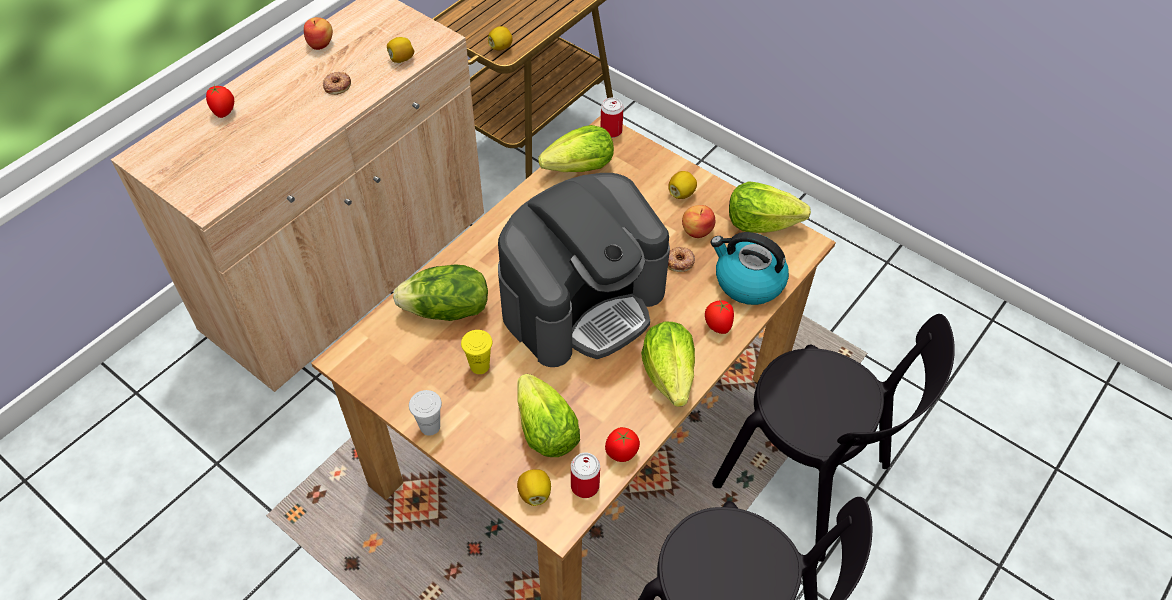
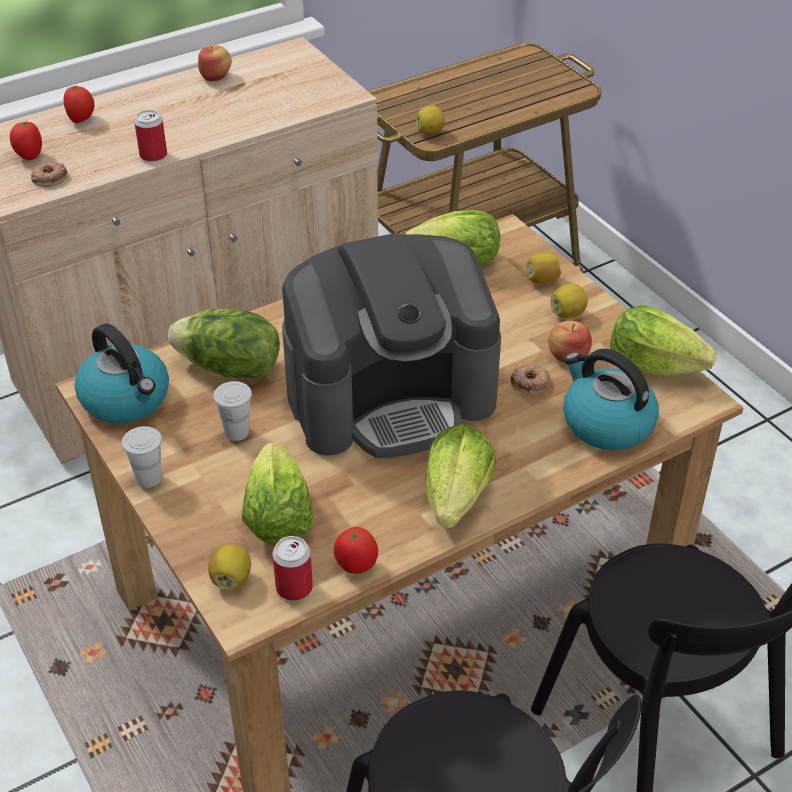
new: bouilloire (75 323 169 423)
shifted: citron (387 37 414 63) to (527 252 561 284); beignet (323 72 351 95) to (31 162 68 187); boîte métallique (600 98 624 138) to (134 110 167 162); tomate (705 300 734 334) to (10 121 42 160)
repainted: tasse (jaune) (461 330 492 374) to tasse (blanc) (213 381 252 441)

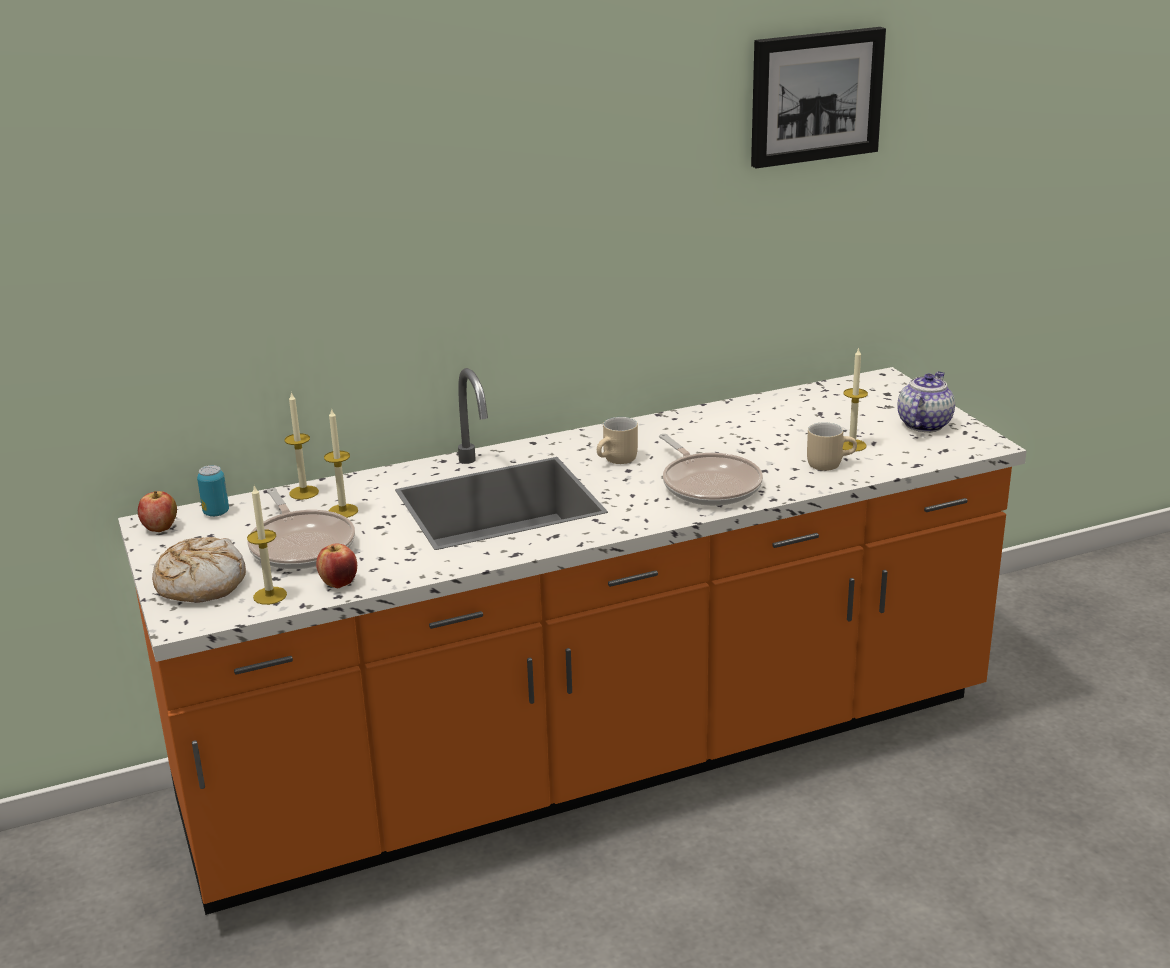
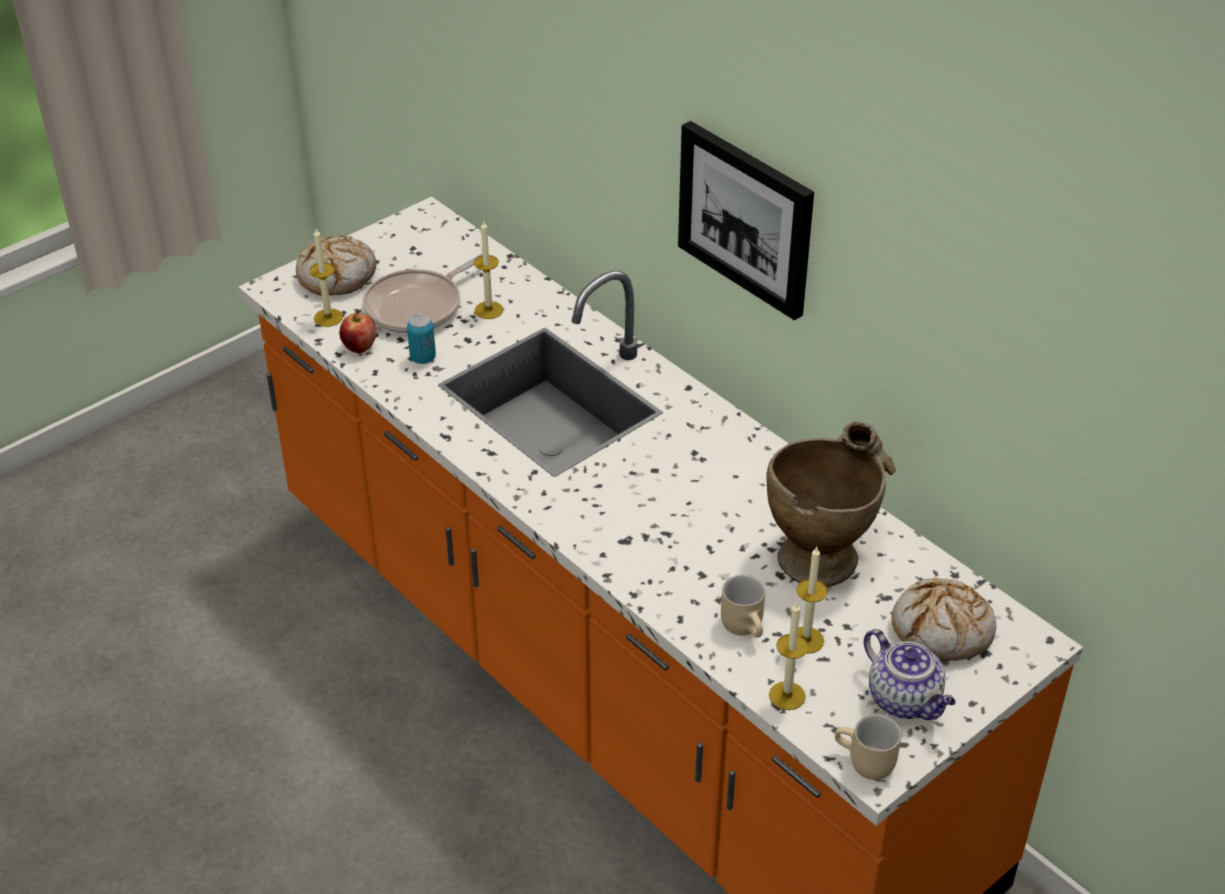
gone: poêle (659 434 763 506); pomme (138 491 177 532)
new: vase (beige) (767 422 896 587); pain (892 578 996 661)
shifted: tableau (751 27 886 169) to (678 121 814 321); bougie (285 392 319 500) to (769 603 809 710); mug (beige) (597 417 638 464) to (835 714 902 780); boîte métallique (197 465 229 517) to (407 314 436 364)
rotated: théière (897 371 955 432) = (864 629 956 720) 45 degrees clockwise

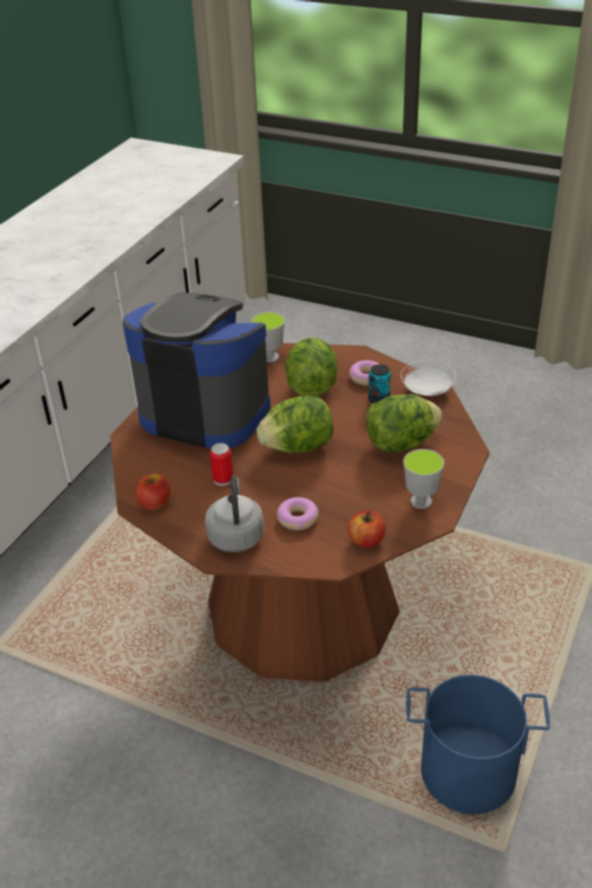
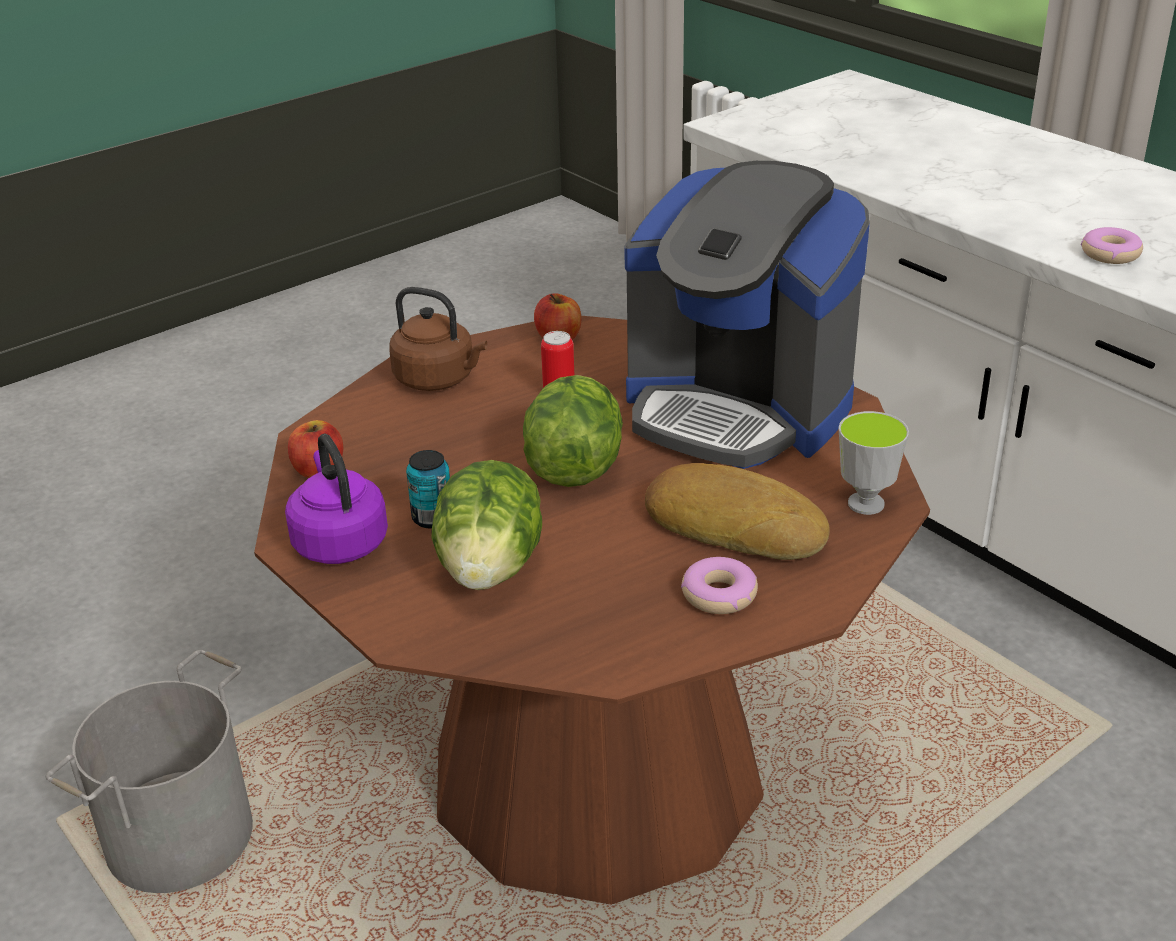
gone: assiette (blanc) (401 361 456 396)
shifted: boîte métallique (369 364 391 403) to (406 450 450 528); beignet (277 497 319 530) to (1081 227 1143 264)
swapped: laitue (285 337 338 396) to pain (645 463 829 560); tasse (403 449 444 509) to bouilloire (violet) (285 434 388 564)
repainted: bouilloire (gris) (205 476 264 552) to bouilloire (marron) (389 287 487 391); seau (bleu) (406 675 550 814) to seau (gris) (45 650 253 893)
rotated: machine à café (122 293 271 448) = (624 161 870 469) 75 degrees clockwise

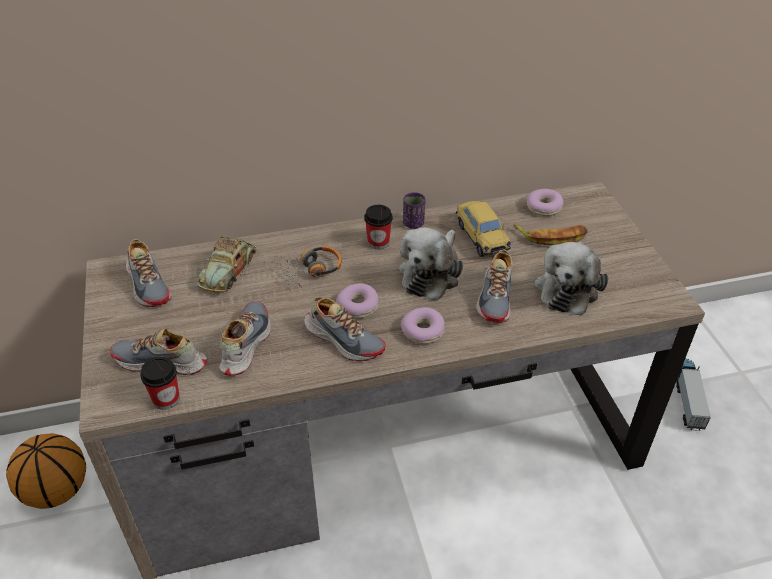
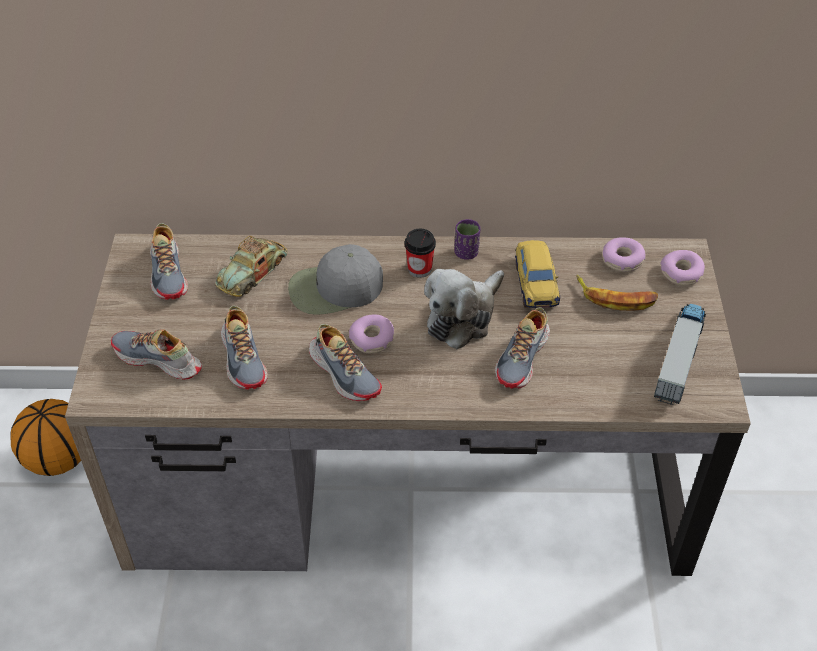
gone: peluche (534 241 608 316); tasse (140 356 180 410)
shifted: beignet (401 307 445 344) to (661 250 705 285); camion jouet (676 358 711 431) to (654 304 706 405)
swapped: casque audio (271 246 342 288) to casquette (gris) (288 244 383 315)
rotated: chaussure (219 301 271 376) = (221 306 268 390) 135 degrees clockwise

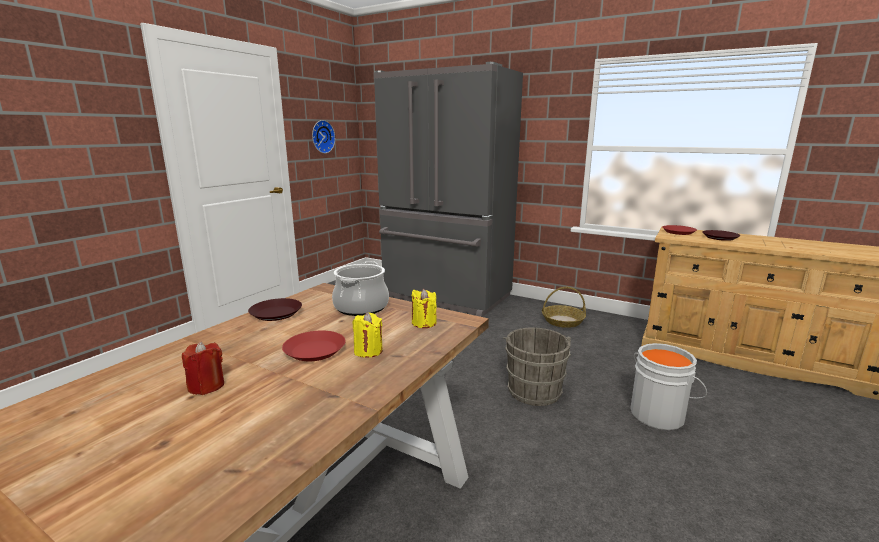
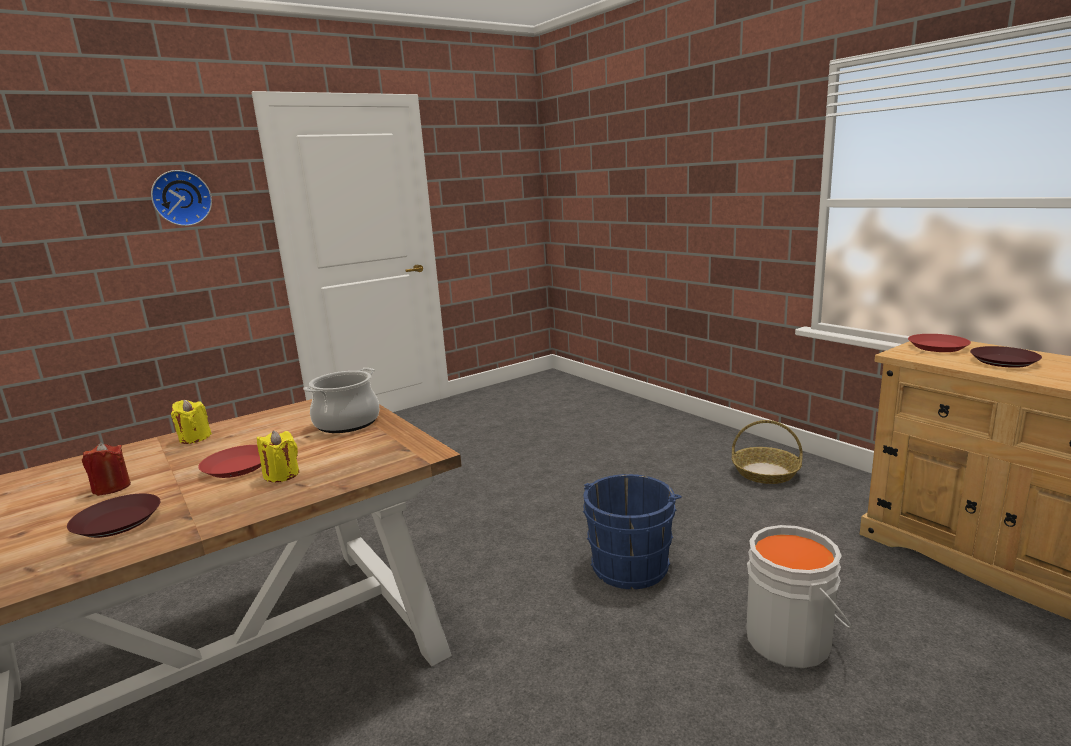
gone: réfrigérateur (gris) (374 62 523 317)
shifted: horloge murale (312 120 335 153) to (151 170 212 226); bougie (jaune) (412 289 437 328) to (171 400 212 444); assiette (marron) (248 298 302 321) to (67 493 160 538)
repainted: seau (gris) (503 327 571 406) to seau (bleu) (583 474 682 589)

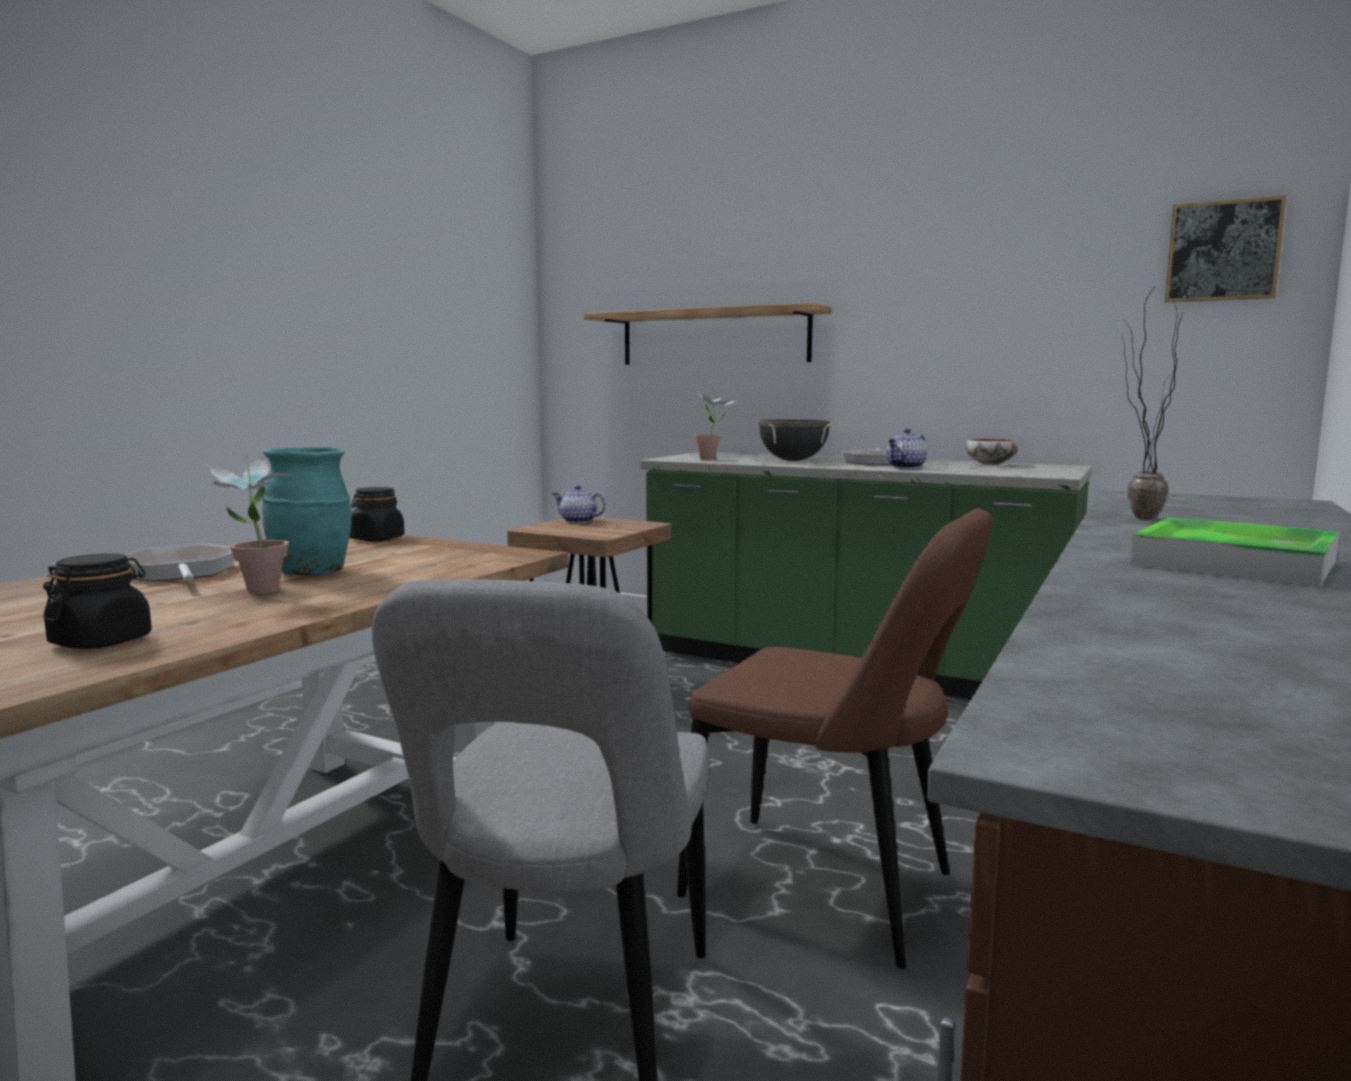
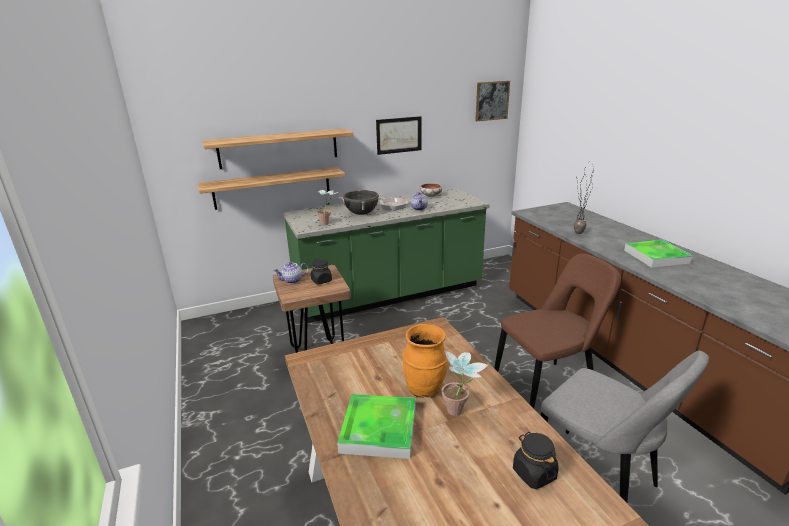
new: tableau (376 116 422 155); étagère (198 167 345 210)
shifted: bocal (noir) (350 487 404 542) to (311 259 332 284)
swapped: poêle (125 544 236 581) to plateau (337 394 416 459)
repainted: vase (turquoise) (262 447 352 575) to vase (orange) (402 324 447 397)

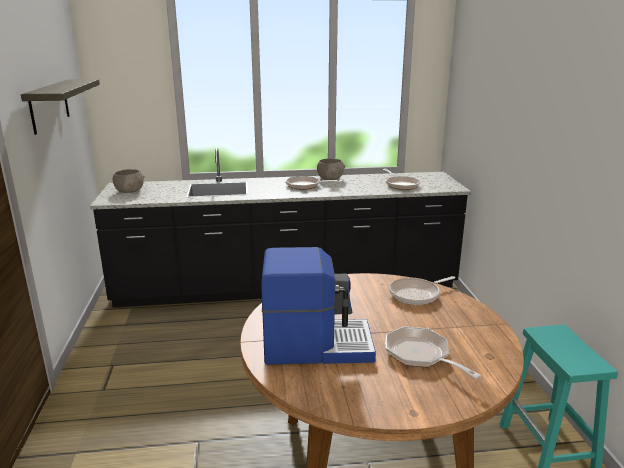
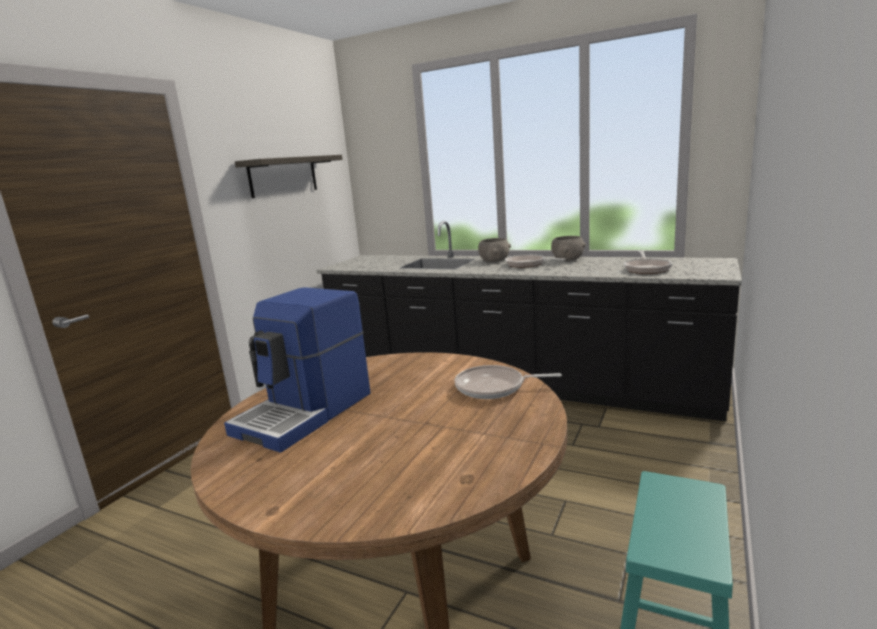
gone: poêle (386 327 481 379)
shifted: bol (gris) (113 169 145 193) to (478 238 511 262)
rotated: machine à café (261 247 376 365) = (224 287 371 453) 90 degrees clockwise

